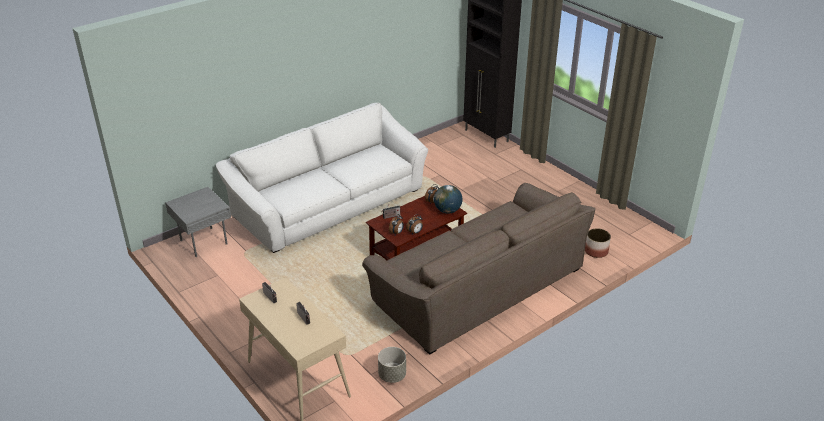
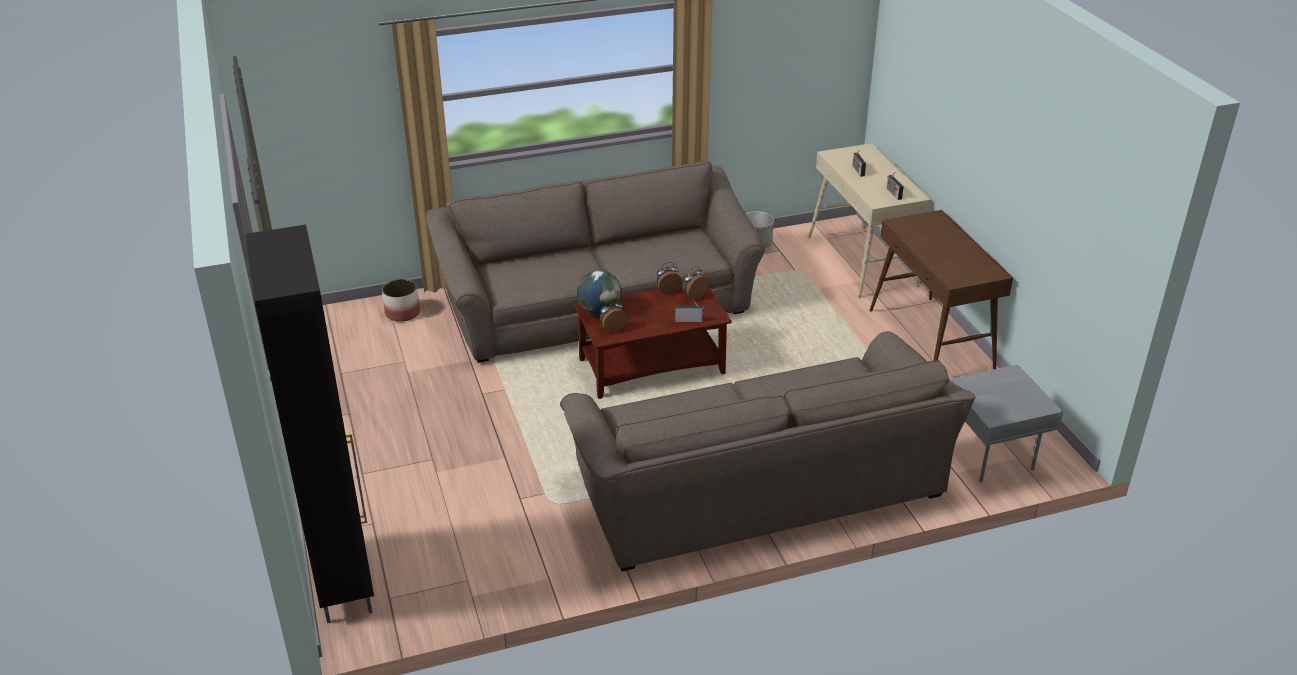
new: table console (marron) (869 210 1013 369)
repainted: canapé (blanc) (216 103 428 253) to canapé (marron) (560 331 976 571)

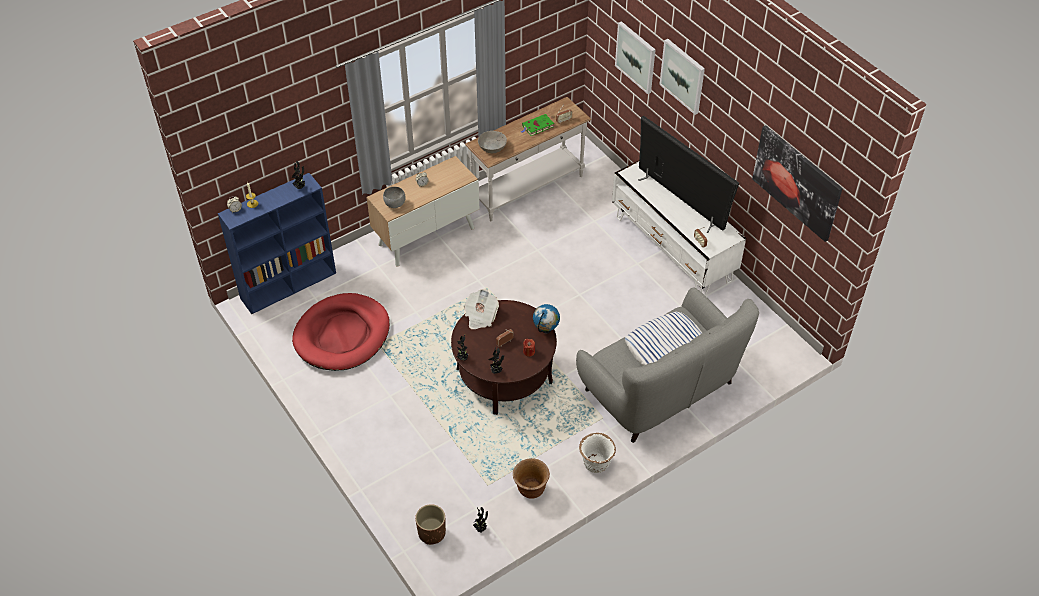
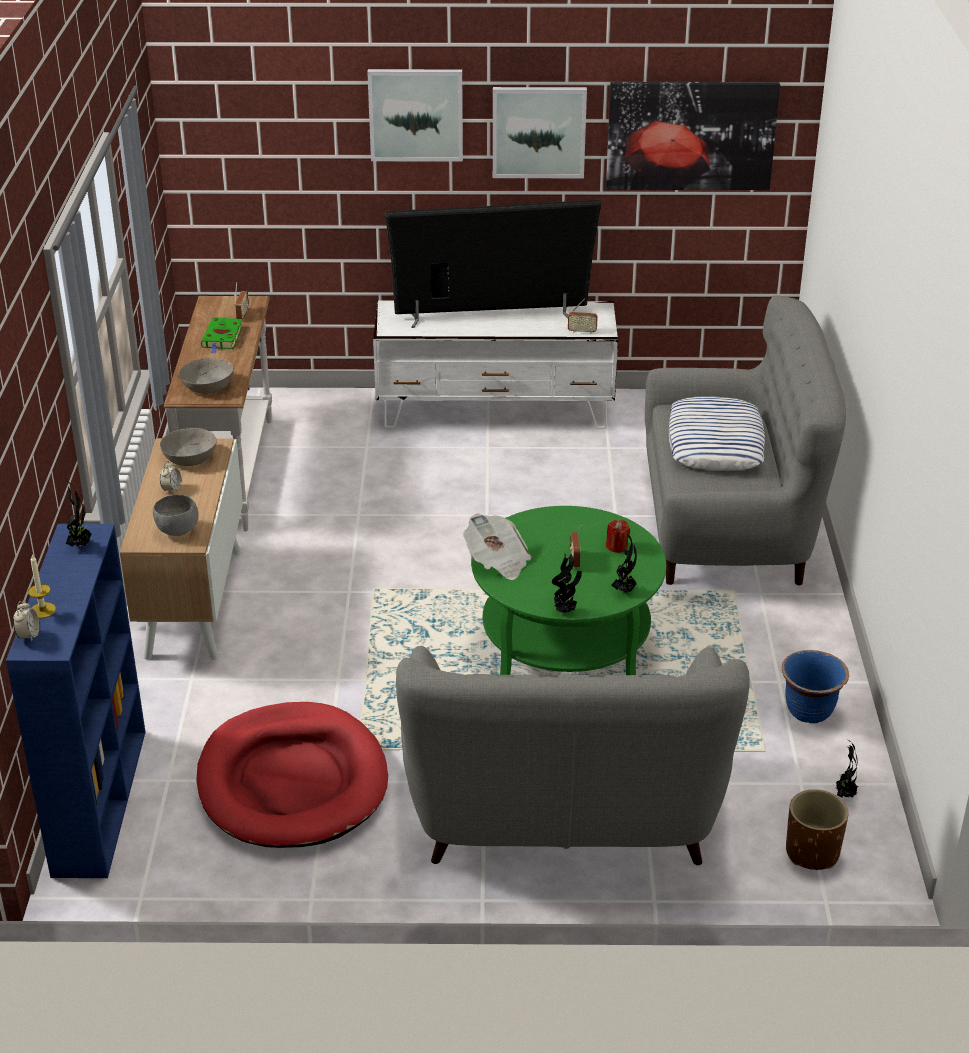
gone: globe (533 304 560 334); cache-pot (blanc) (579 433 616 473)
new: bol (gris) (160 428 217 466); canapé (gris) (396 646 749 865)
shifted: tableau (615 21 656 94) to (493 87 587 178)
repainted: table basse (marron) (451 300 557 415) to table basse (vert) (471 506 666 675); cache-pot (marron) (513 458 550 499) to cache-pot (bleu) (782 650 849 724)

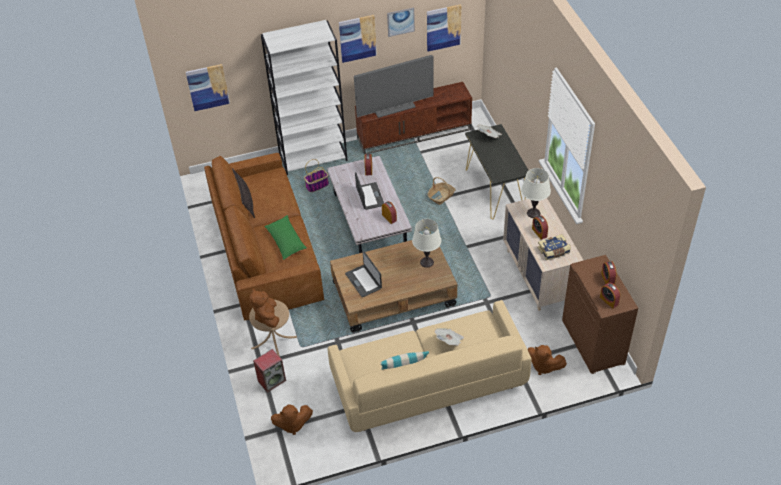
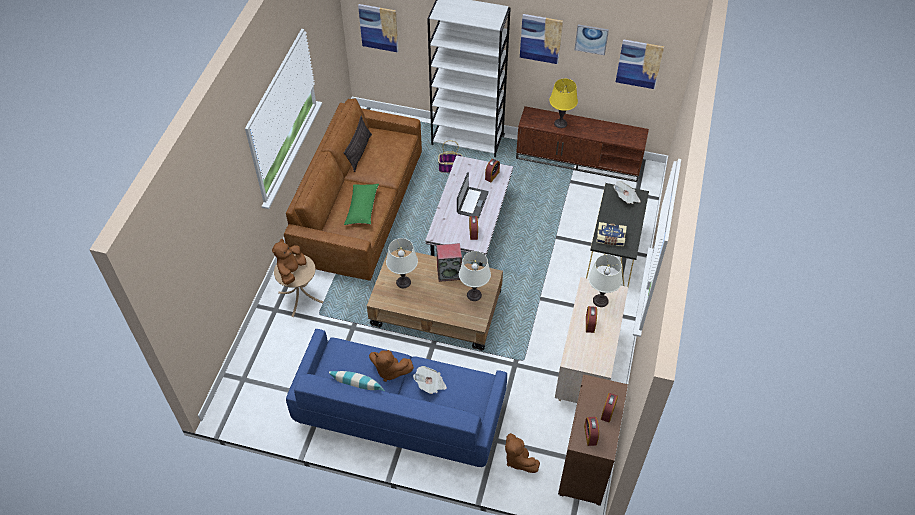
gone: panier (427 177 456 205)
shifted: livre (538 234 571 260) to (596 222 627 247); enceinte (253 349 286 393) to (436 243 462 282); peluche (marron) (271 404 313 435) to (369 350 414 382)
swapped: téléviseur (354 55 434 118) to lampe de table (jaune) (550 79 578 128); ordinateur portable (345 251 382 298) to lampe de table (blanc) (386 238 418 288)
repainted: canapé (beige) (328 300 532 432) to canapé (bleu) (286 329 507 467)

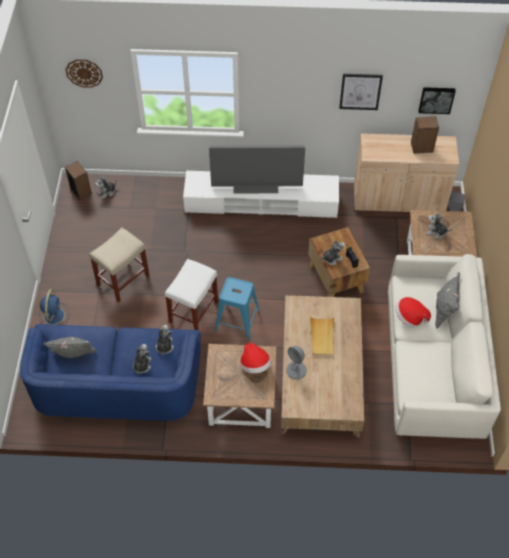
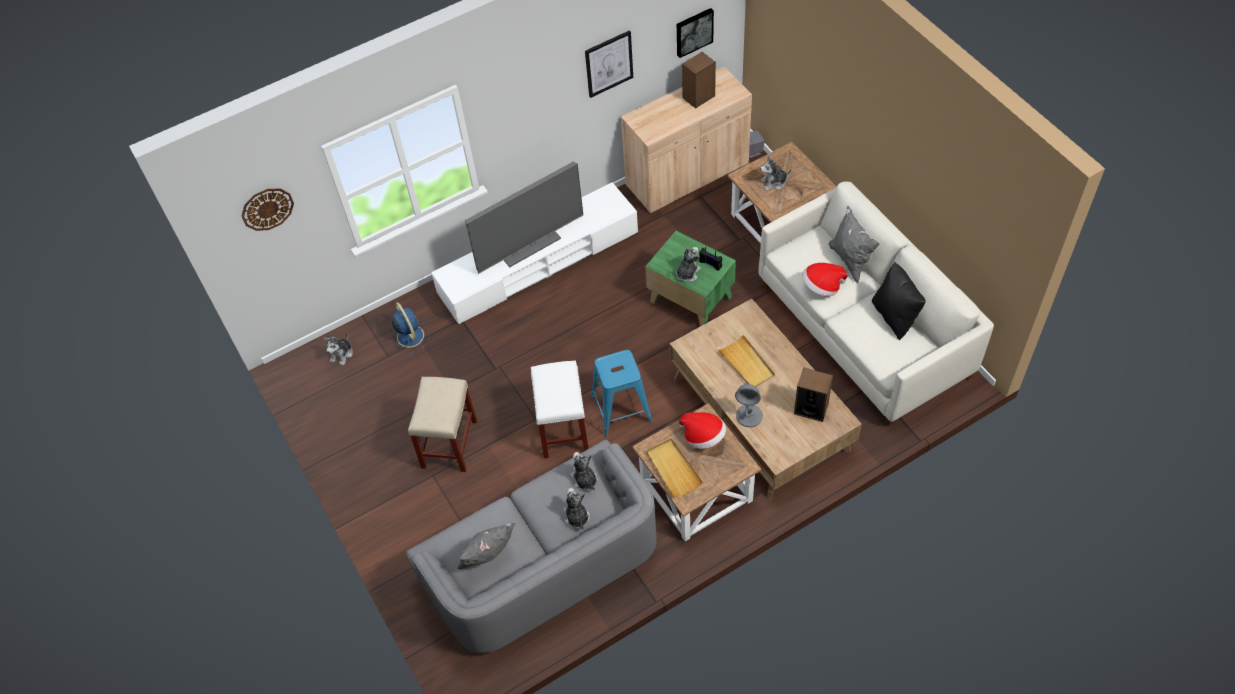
new: coussin (noir) (872 262 926 341); plateau (beige) (646 439 703 498)
shifted: enceinte (65 161 92 200) to (794 367 833 422); ventilateur (bleu) (39 289 70 325) to (389 302 430 354)
repainted: table d'appoint (marron) (308 227 370 297) to table d'appoint (vert) (645 231 736 326); canapé (bleu) (20 324 201 421) to canapé (gris) (406 440 657 653)

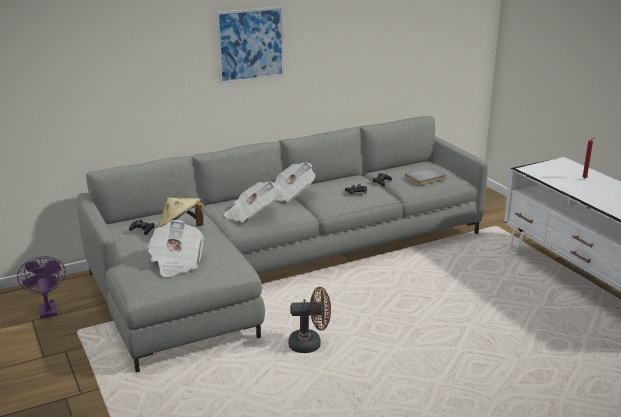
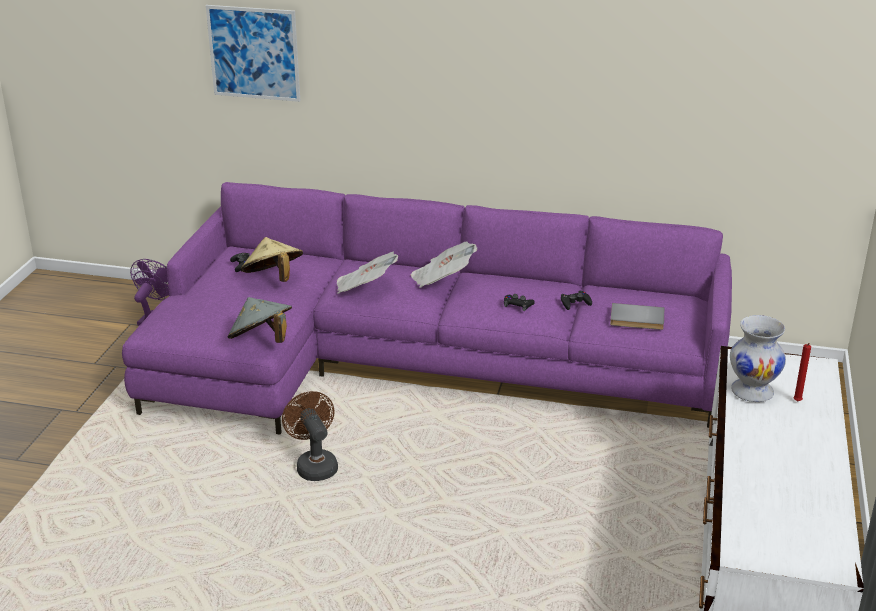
gone: journal (147 220 204 277)
new: chapeau (gris) (227 297 292 343); vase (blanc) (730 315 786 402)
shifted: tableau (216 6 284 84) to (206 5 300 102)
repainted: canapé (gris) (77 116 488 373) to canapé (violet) (122 182 732 435)
rotated: ventilateur (marron) (288 287 331 353) = (282 391 338 481) 150 degrees counterclockwise

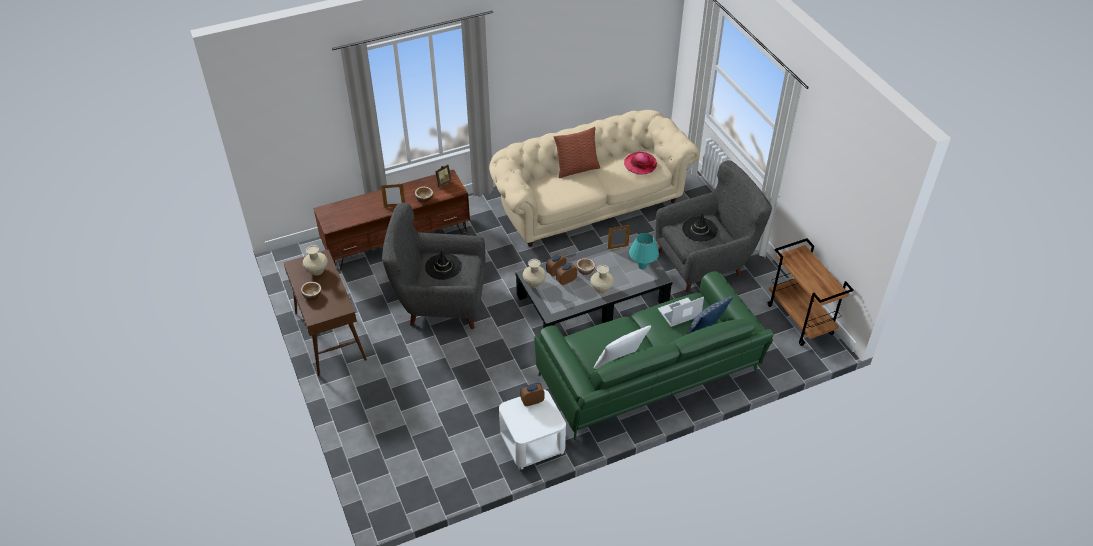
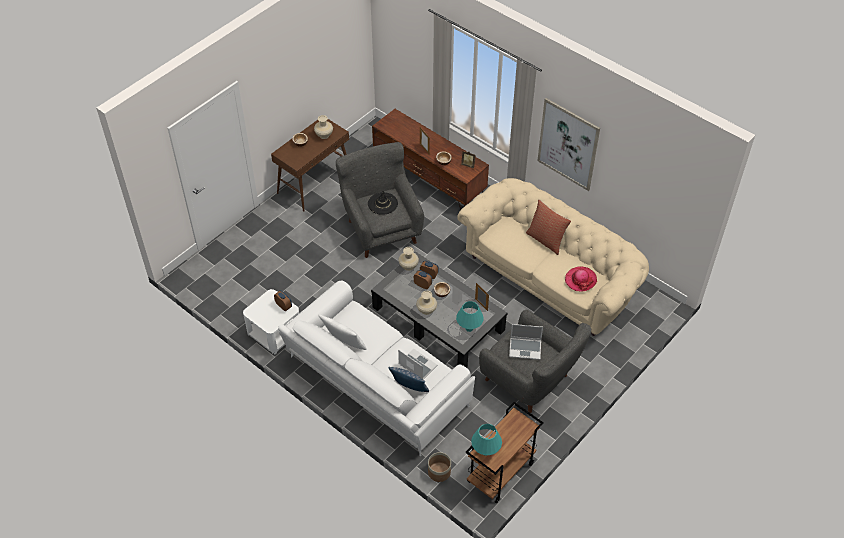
new: tableau (537 98 600 191); lampe de table (turquoise) (471 424 502 456); cache-pot (428 452 451 482)
swapped: chapeau (noir) (682 213 718 241) to ordinateur portable (509 324 543 360)
repainted: canapé (vert) (534 271 773 440) to canapé (blanc) (278 281 475 456)

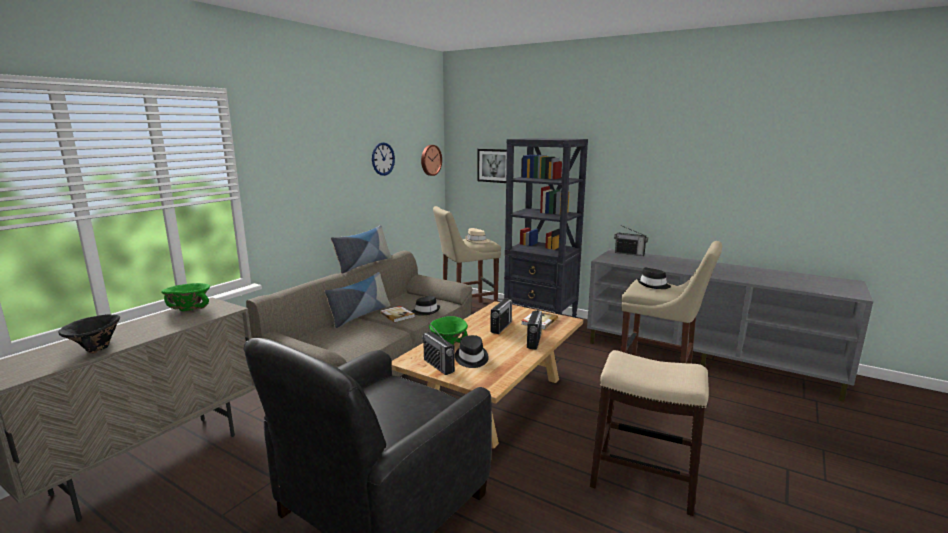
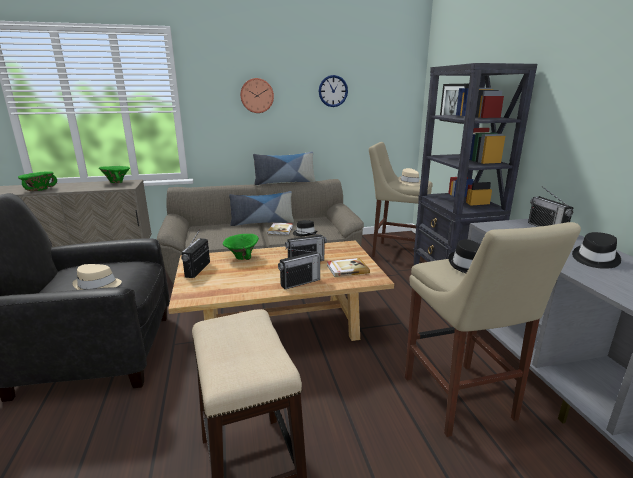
new: chapeau (beige) (72 264 122 290)
shifted: horloge murale (421 145 442 176) to (240 78 274 113); chapeau (noir) (455 335 489 368) to (572 232 621 269)
repainted: bol (noir) (59 314 120 354) to bol (vert) (18 171 57 191)

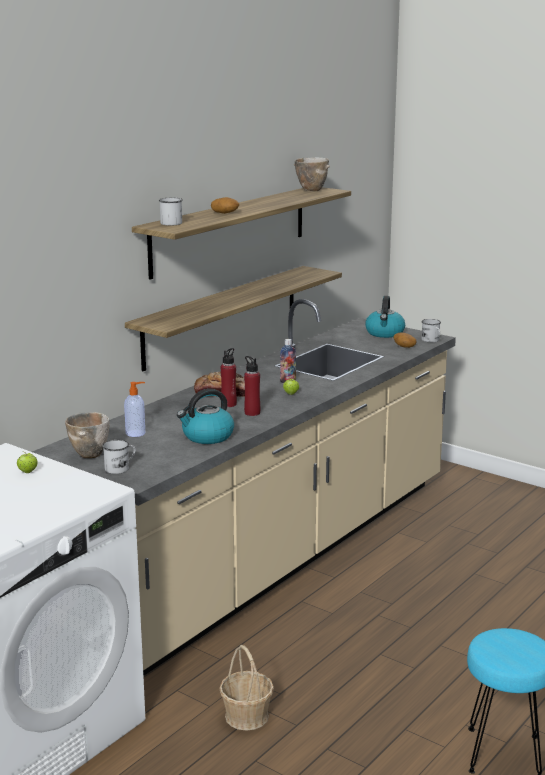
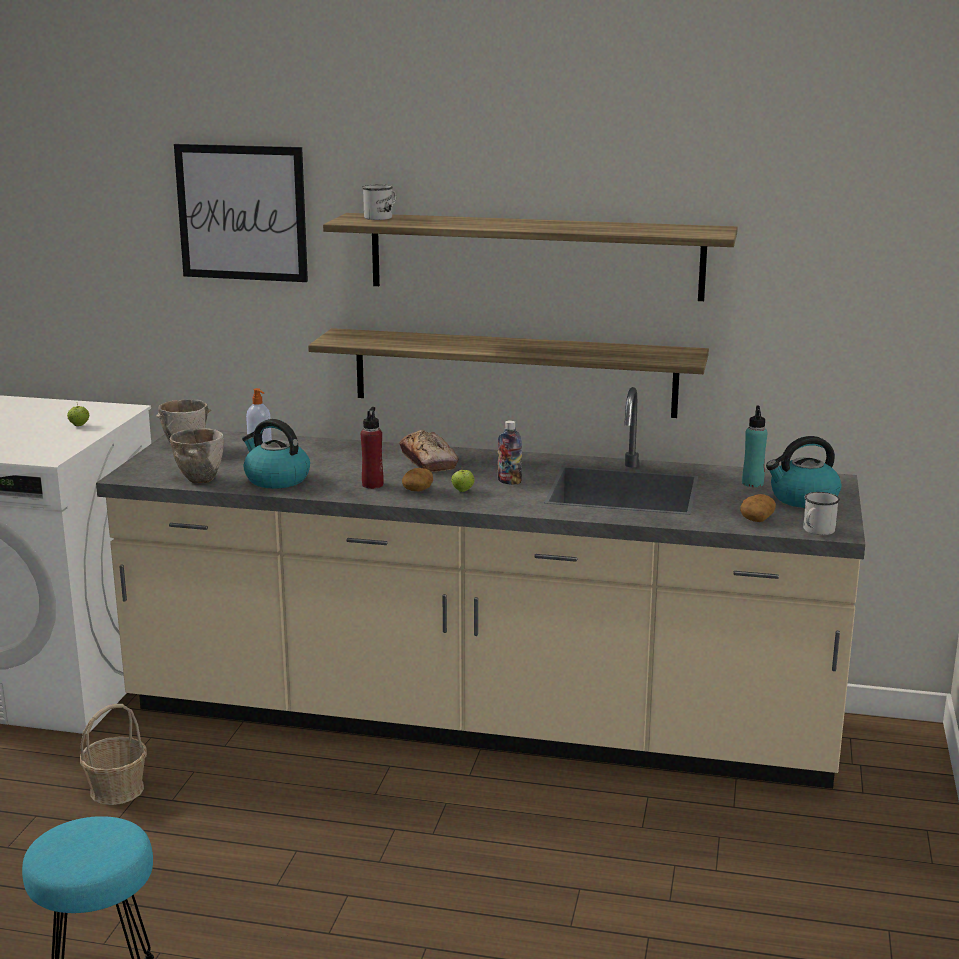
gone: bouteille (rouge) (221 348 237 407); mug (blanc) (102 440 136 474)
new: tableau (174 144 308 282); bouteille (turquoise) (742 406 768 487)
shifted: bol (294 157 330 191) to (170 428 224 483); pomme de terre (211 197 239 214) to (402 468 433 491)

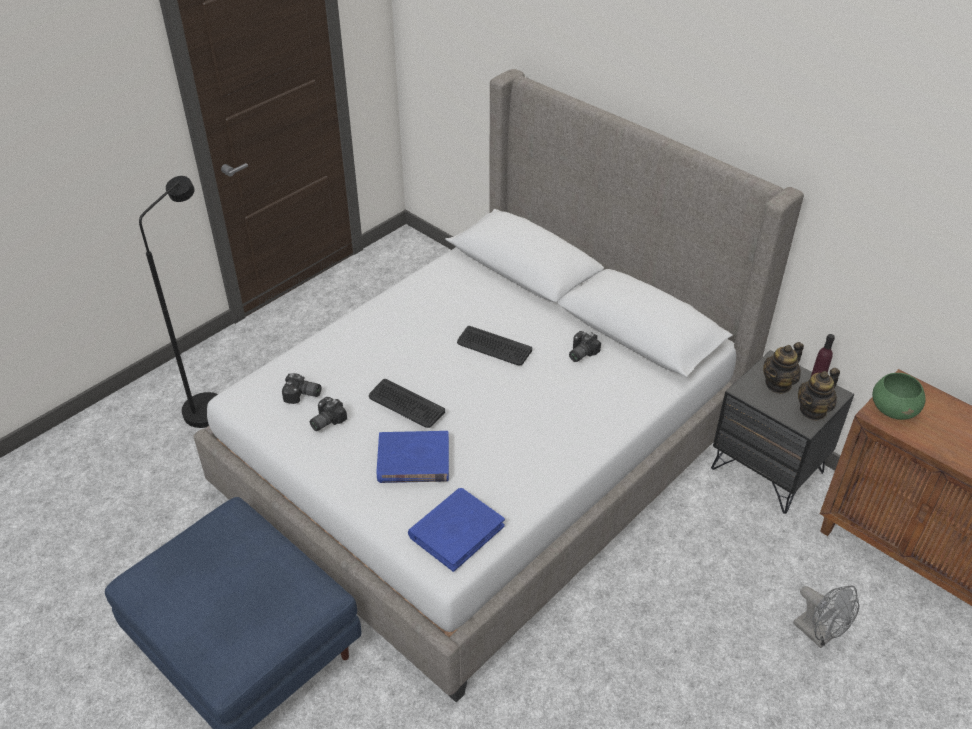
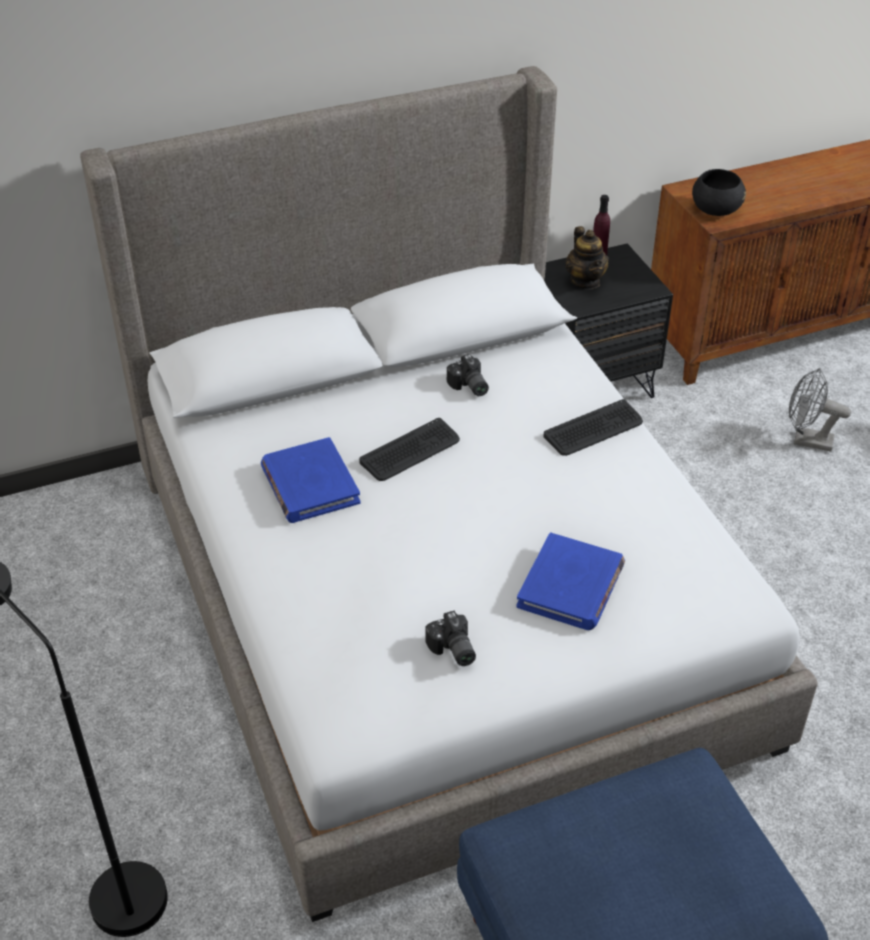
gone: théière (798 368 840 421); appareil photo (282 373 321 404)
shifted: clavier (369 379 445 428) to (543 399 643 456); livre (bleu) (408 488 505 572) to (261 437 361 523)
repainted: bol (vert) (872 373 926 420) to bol (noir) (692 169 746 216)
rotated: ventilateur (gris) (793 586 859 648) = (789 368 851 451) 150 degrees counterclockwise

